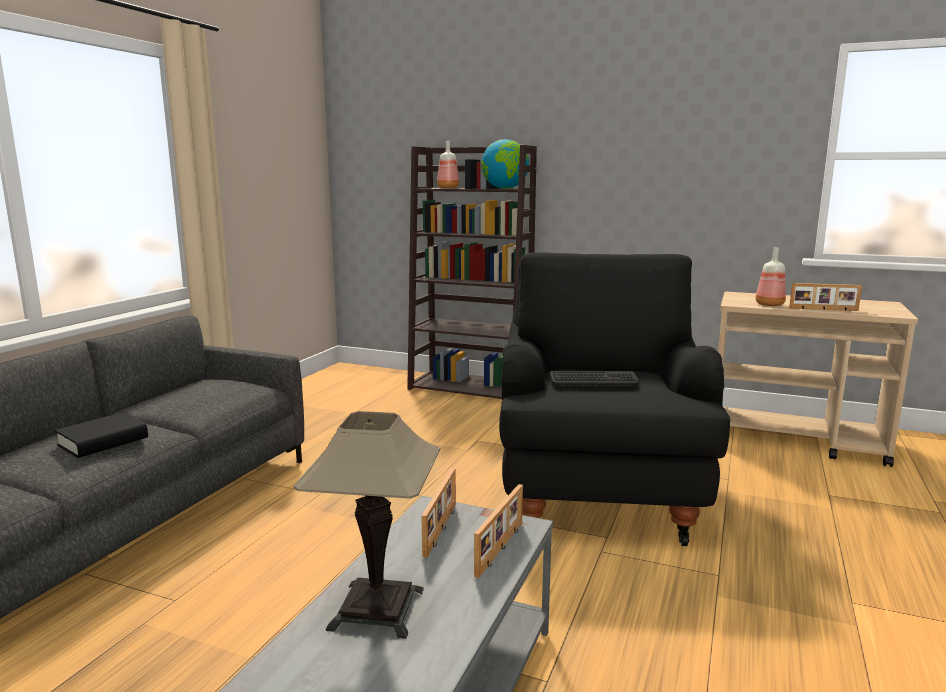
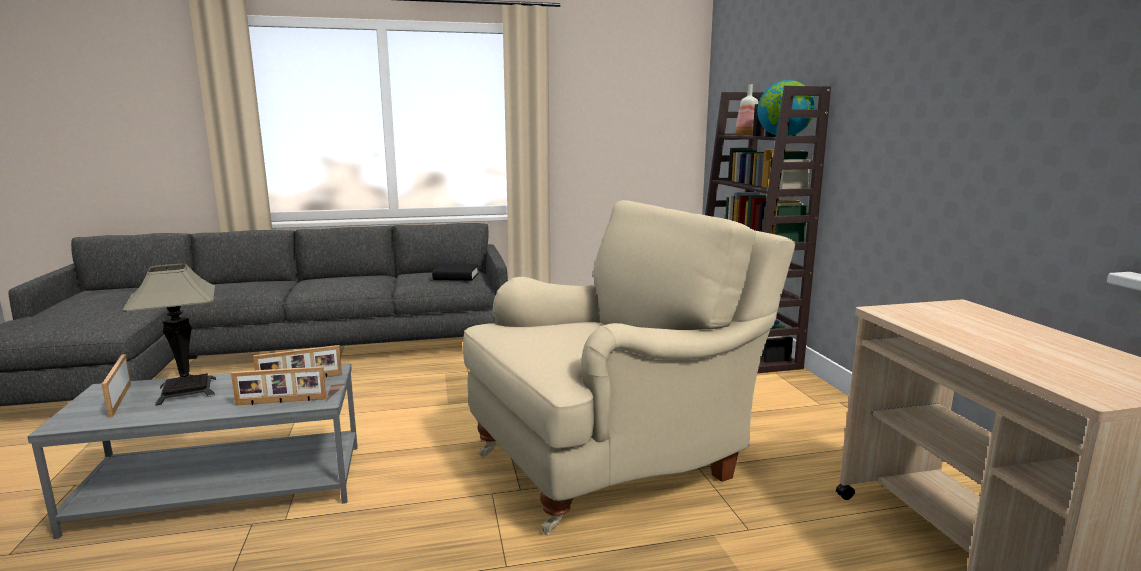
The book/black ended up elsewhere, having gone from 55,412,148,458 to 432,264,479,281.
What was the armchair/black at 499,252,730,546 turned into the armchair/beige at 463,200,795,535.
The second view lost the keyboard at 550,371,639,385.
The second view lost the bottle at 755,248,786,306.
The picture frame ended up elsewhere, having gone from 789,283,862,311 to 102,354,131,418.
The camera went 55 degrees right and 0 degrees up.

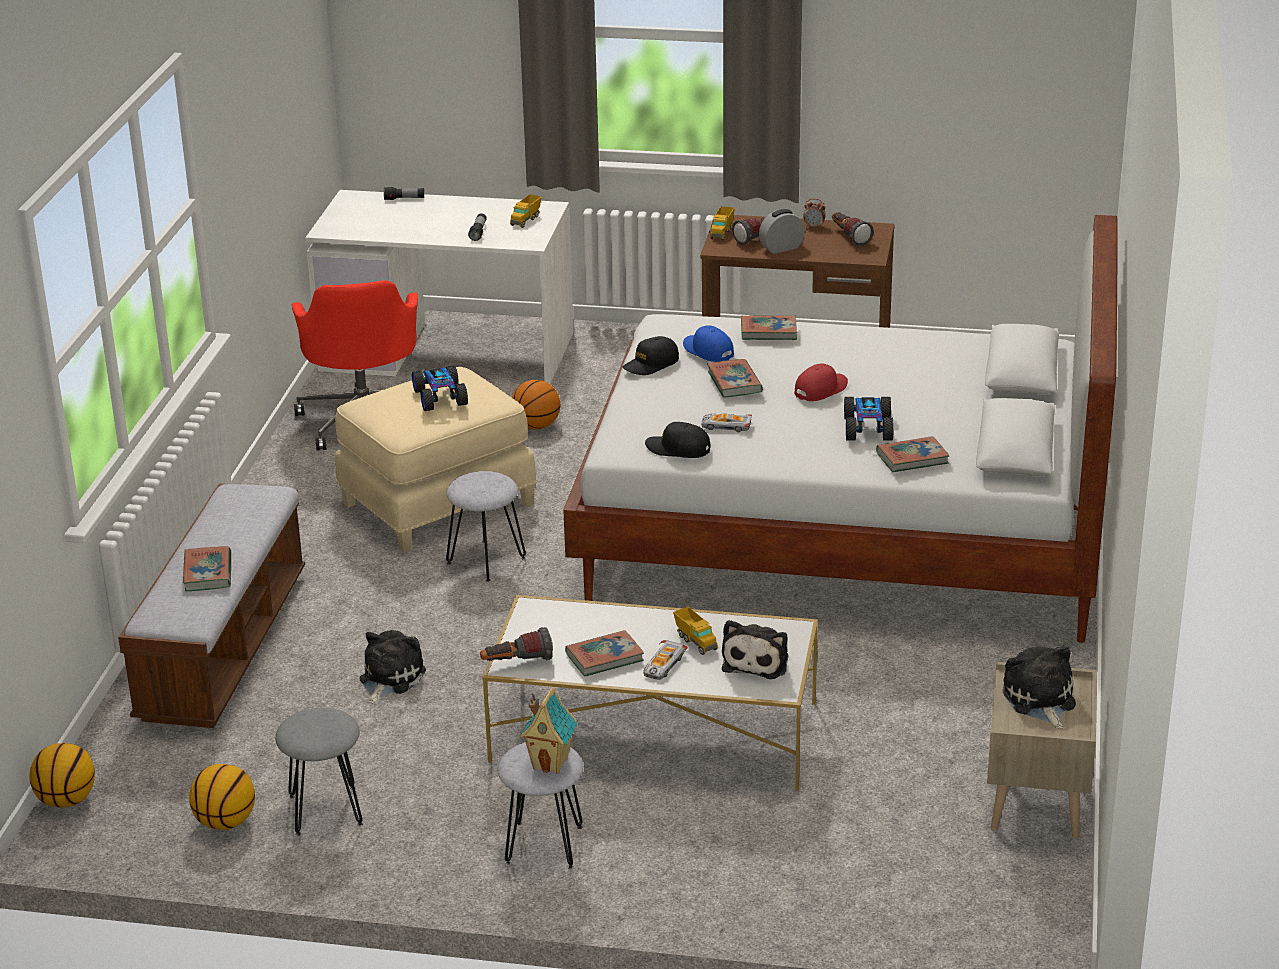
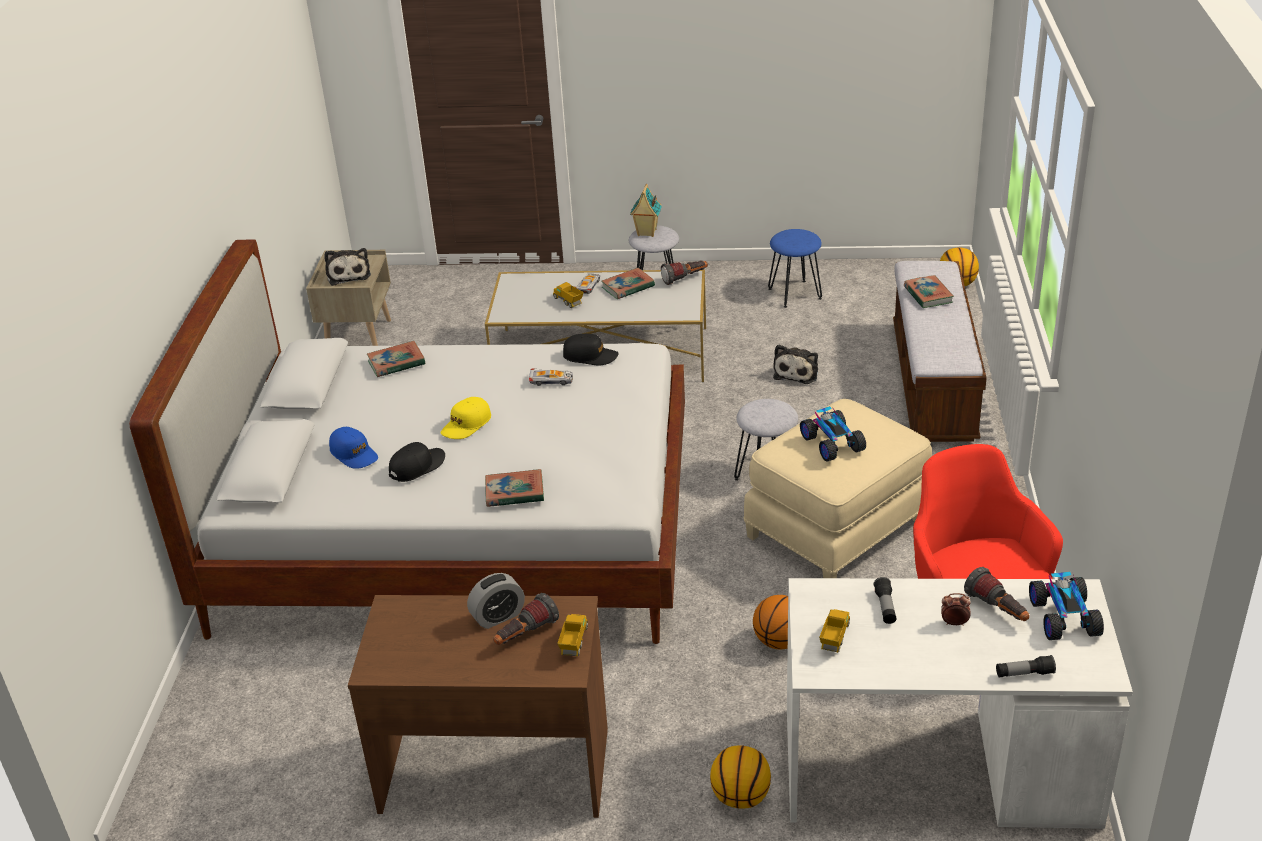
The basketball ended up elsewhere, having gone from 189,764,255,830 to 710,745,771,809.
What was the stool/grey at 275,708,363,836 turned into the stool/blue at 768,229,822,308.
The cap/black ended up elsewhere, having gone from 622,336,679,375 to 389,442,445,482.
The cap/blue ended up elsewhere, having gone from 683,325,734,362 to 329,427,378,469.
The second view lost the book at 707,359,763,398.
The second view lost the plush toy at 722,620,788,679.
What was the cap/red at 794,363,848,401 turned into the cap/yellow at 440,397,491,439.
The alarm clock ended up elsewhere, having gone from 803,198,826,228 to 941,593,971,626.
The flashlight ended up elsewhere, having gone from 832,212,874,246 to 964,567,1030,621.
The toy car ended up elsewhere, having gone from 844,397,893,441 to 1029,572,1104,640.
The camera went 175 degrees right and 5 degrees up.

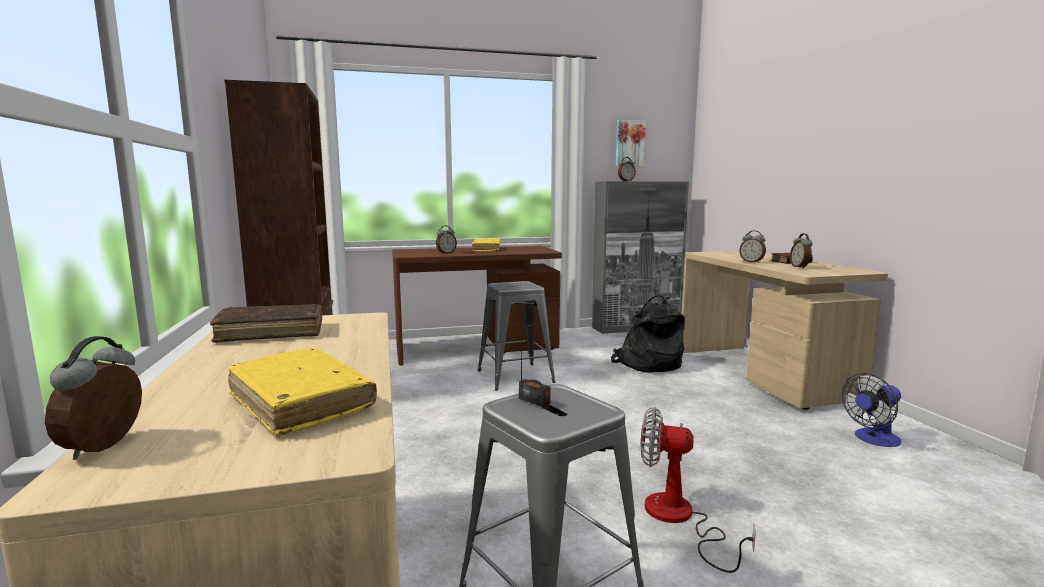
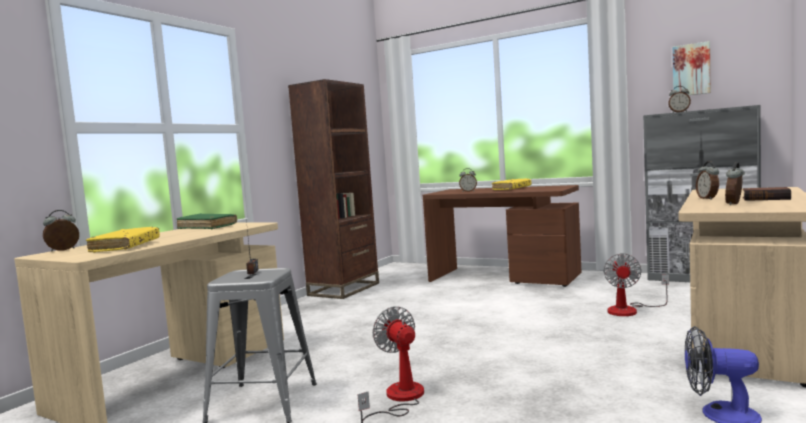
What was the book/brown at 210,304,322,343 turned into the book/green at 176,213,237,229.
The second view lost the stool/grey at 478,281,556,391.
Where the backpack/black stood at 611,295,685,373, the fan came to stand at 604,253,669,316.
The camera went 45 degrees right and 5 degrees down.

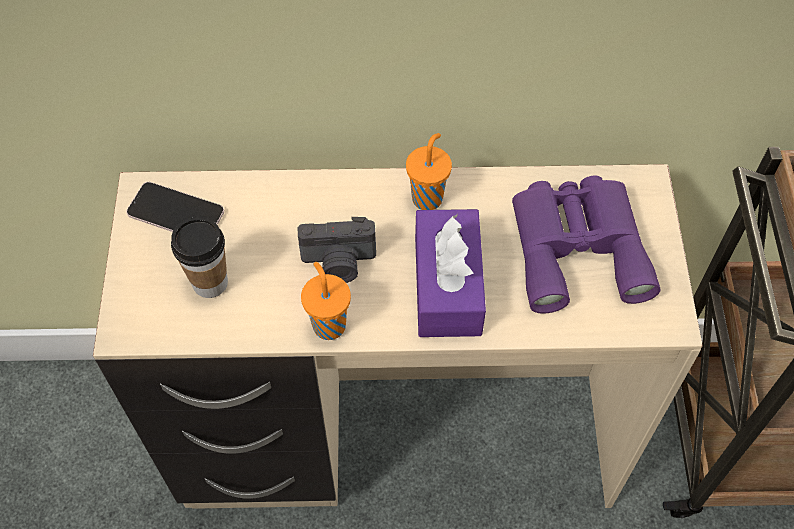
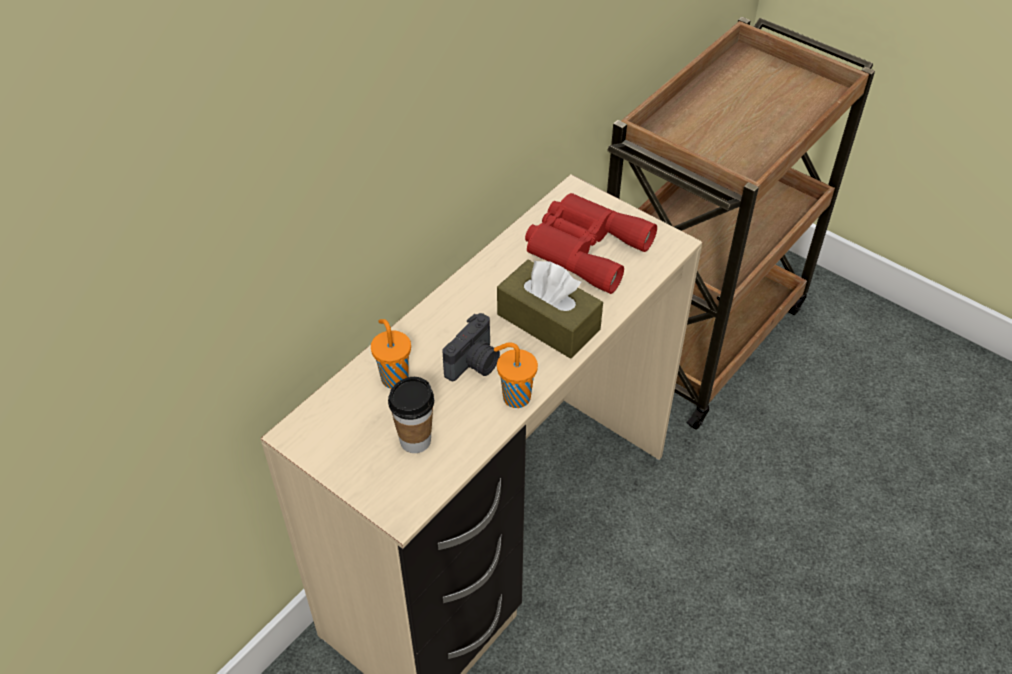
The second view lost the phone at 126,182,224,232.
The cup/orange ended up elsewhere, having gone from 406,133,452,210 to 371,319,411,389.
What was the tissue box/purple at 415,209,486,337 turned into the tissue box/brown at 497,260,603,358.
What was the binoculars/purple at 512,175,661,314 turned into the binoculars/red at 525,193,657,294.
The camera went 50 degrees left and 10 degrees down.

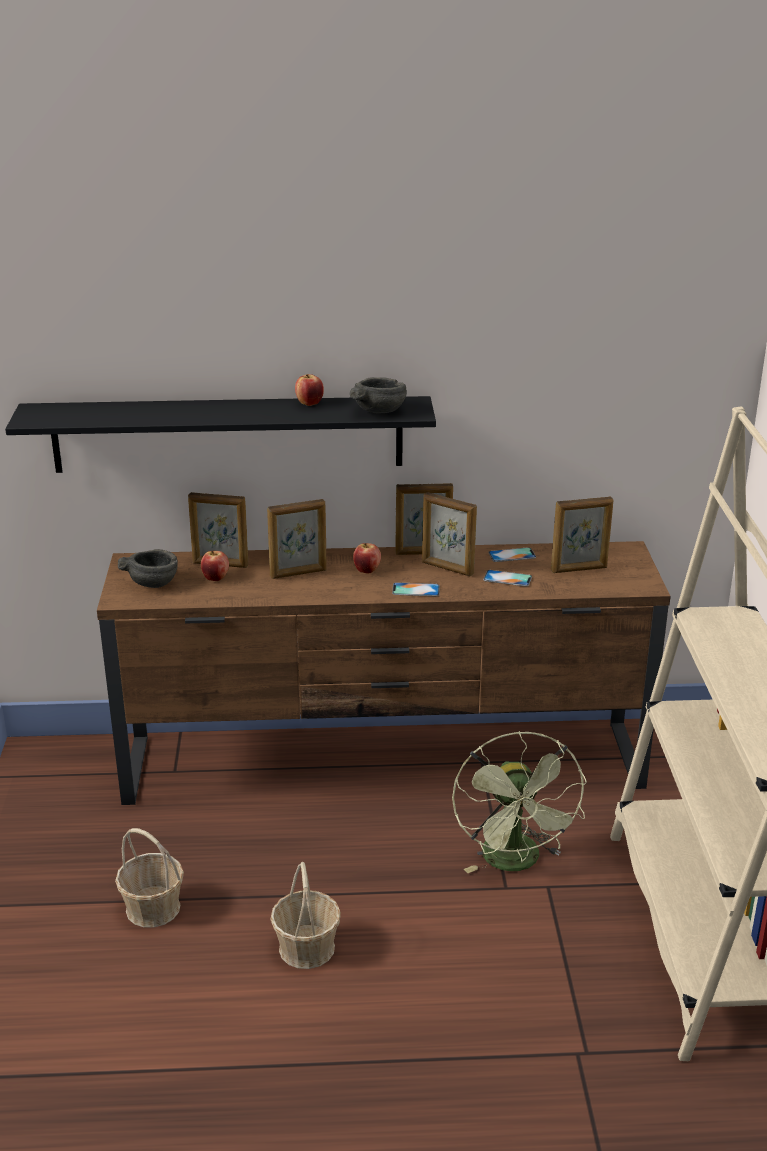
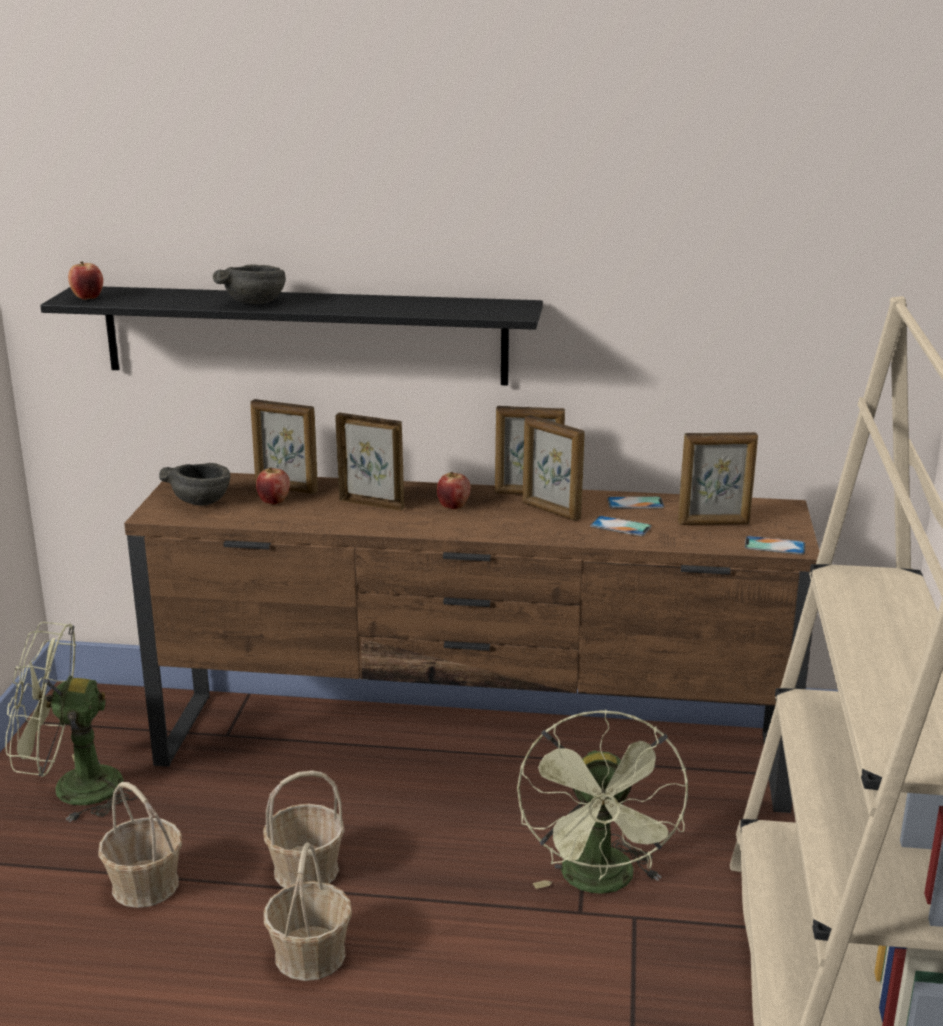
The picture frame at 267,499,327,579 ended up facing another way, 150 degrees counterclockwise from before.
The apple ended up elsewhere, having gone from 295,374,324,406 to 68,261,103,300.
The bowl/grey ended up elsewhere, having gone from 350,377,407,413 to 213,264,286,304.
The phone ended up elsewhere, having gone from 392,582,440,596 to 745,536,806,555.
The second view gained the fan/green at 5,622,138,822.
The second view gained the basket at 263,770,344,888.
The camera went 10 degrees right and 5 degrees down.

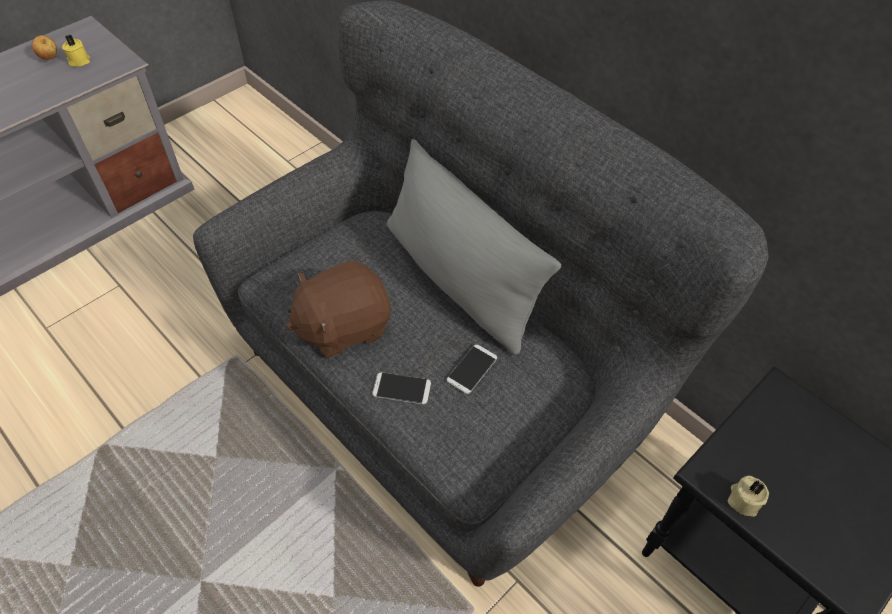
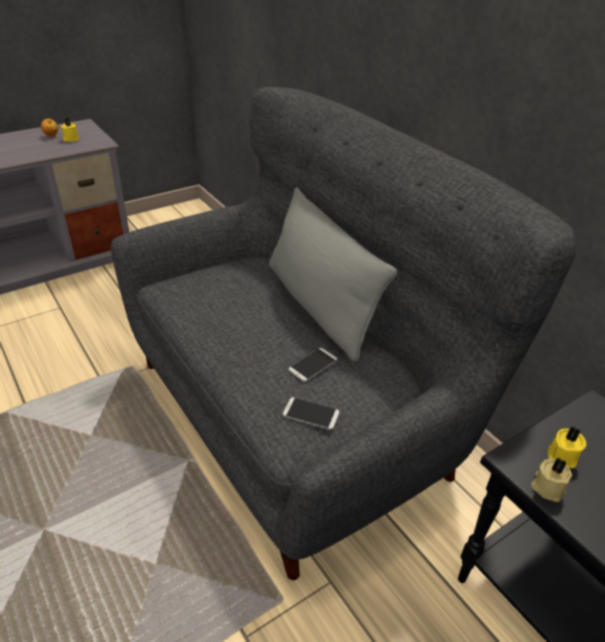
The second view lost the plush toy/brown at 286,261,391,358.
The phone ended up elsewhere, having gone from 372,372,431,404 to 283,397,340,430.
The second view gained the candle/yellow at 548,426,587,468.
The camera went 10 degrees right and 15 degrees down.

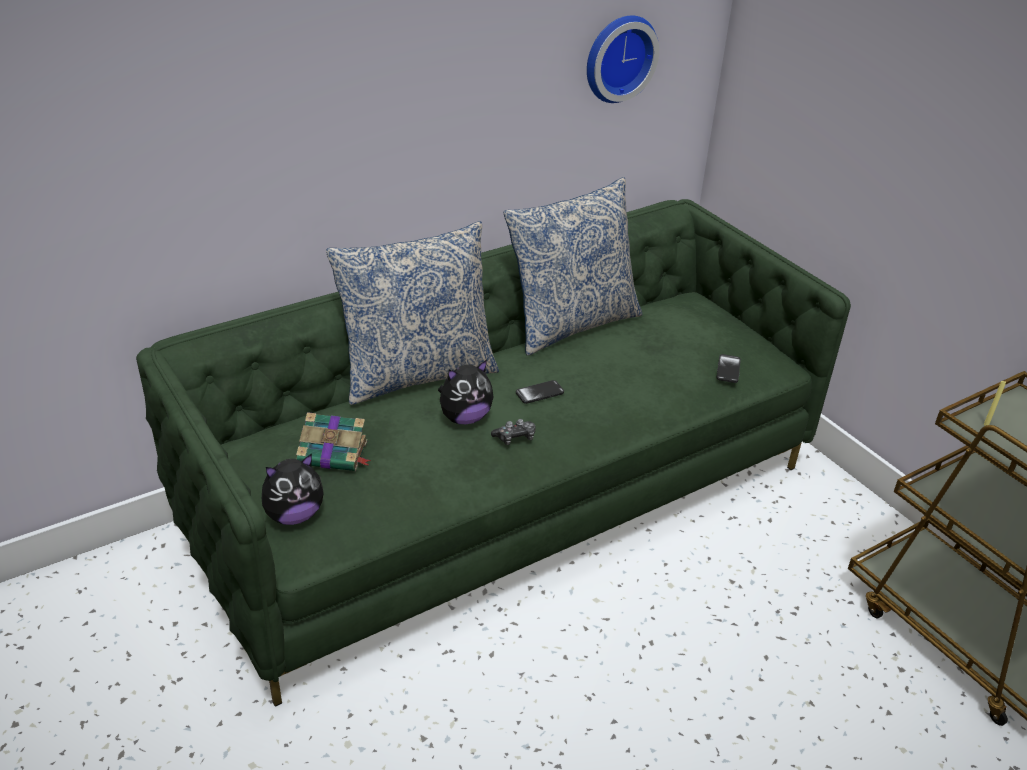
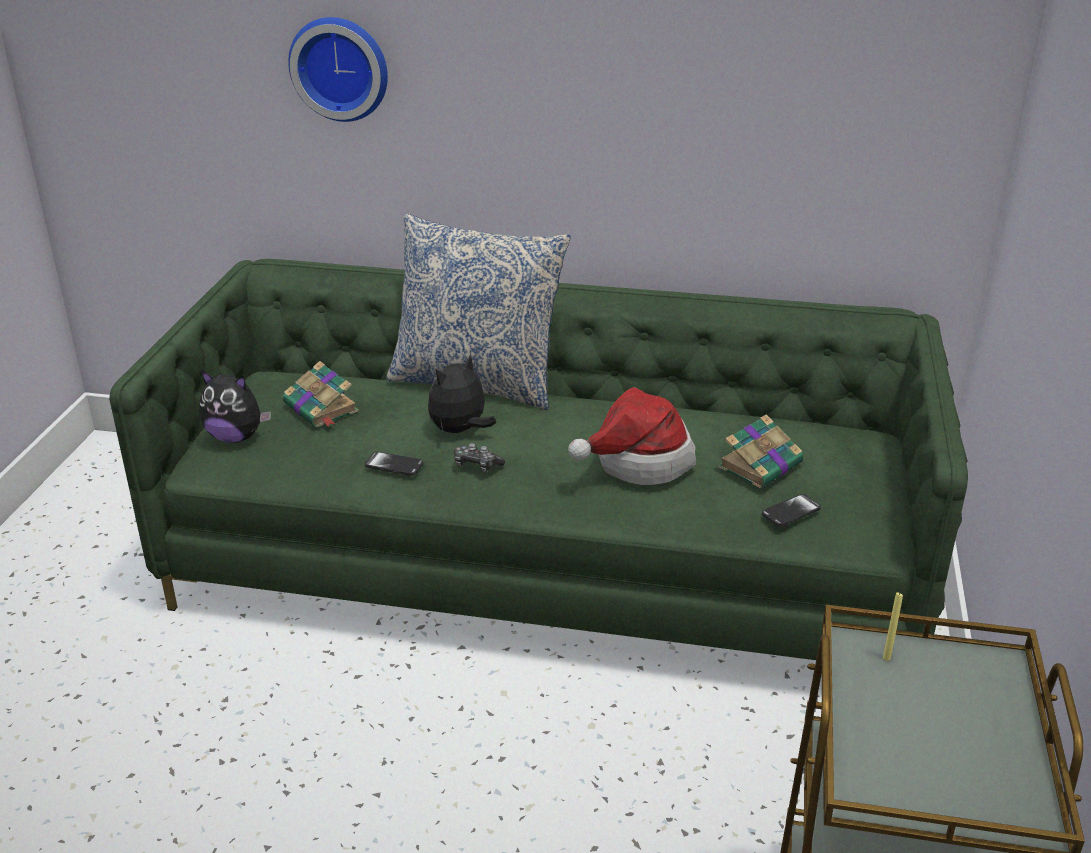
The plush toy at 438,360,494,424 ended up facing another way, 120 degrees clockwise from before.
The second view lost the pillow at 503,177,643,356.
The phone ended up elsewhere, having gone from 516,380,564,404 to 365,451,423,476.
The wall clock ended up elsewhere, having gone from 587,16,659,103 to 288,17,388,122.
The second view gained the hat at 568,387,696,485.
The second view gained the book at 718,414,803,488.
The camera went 45 degrees right and 5 degrees down.

